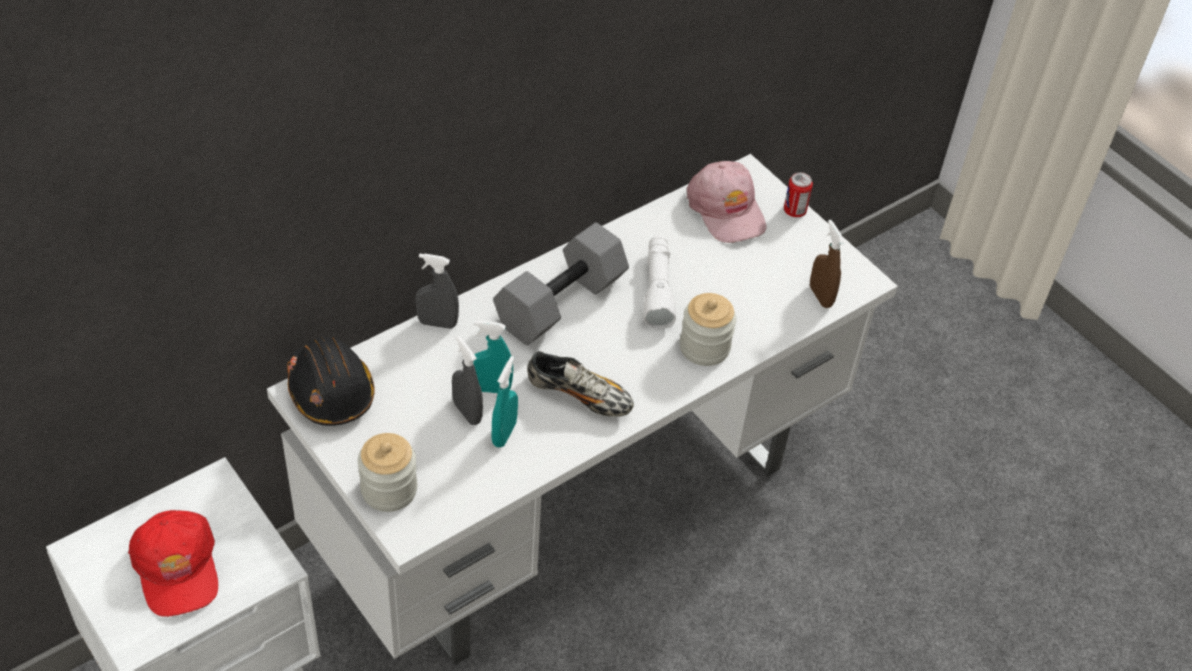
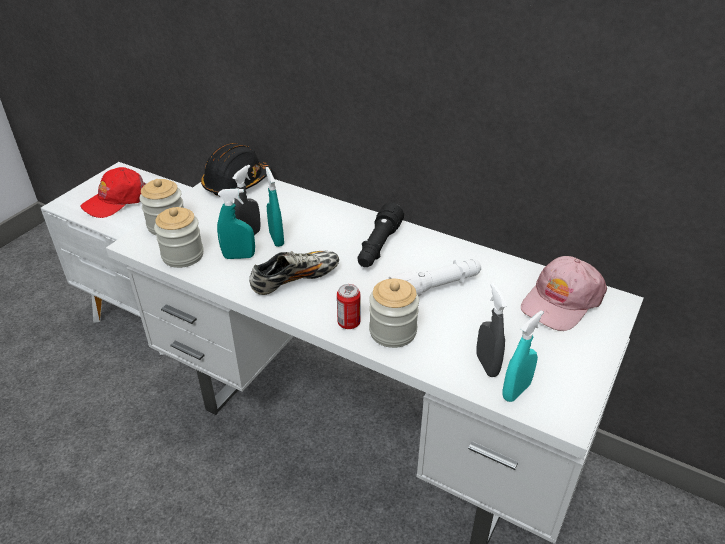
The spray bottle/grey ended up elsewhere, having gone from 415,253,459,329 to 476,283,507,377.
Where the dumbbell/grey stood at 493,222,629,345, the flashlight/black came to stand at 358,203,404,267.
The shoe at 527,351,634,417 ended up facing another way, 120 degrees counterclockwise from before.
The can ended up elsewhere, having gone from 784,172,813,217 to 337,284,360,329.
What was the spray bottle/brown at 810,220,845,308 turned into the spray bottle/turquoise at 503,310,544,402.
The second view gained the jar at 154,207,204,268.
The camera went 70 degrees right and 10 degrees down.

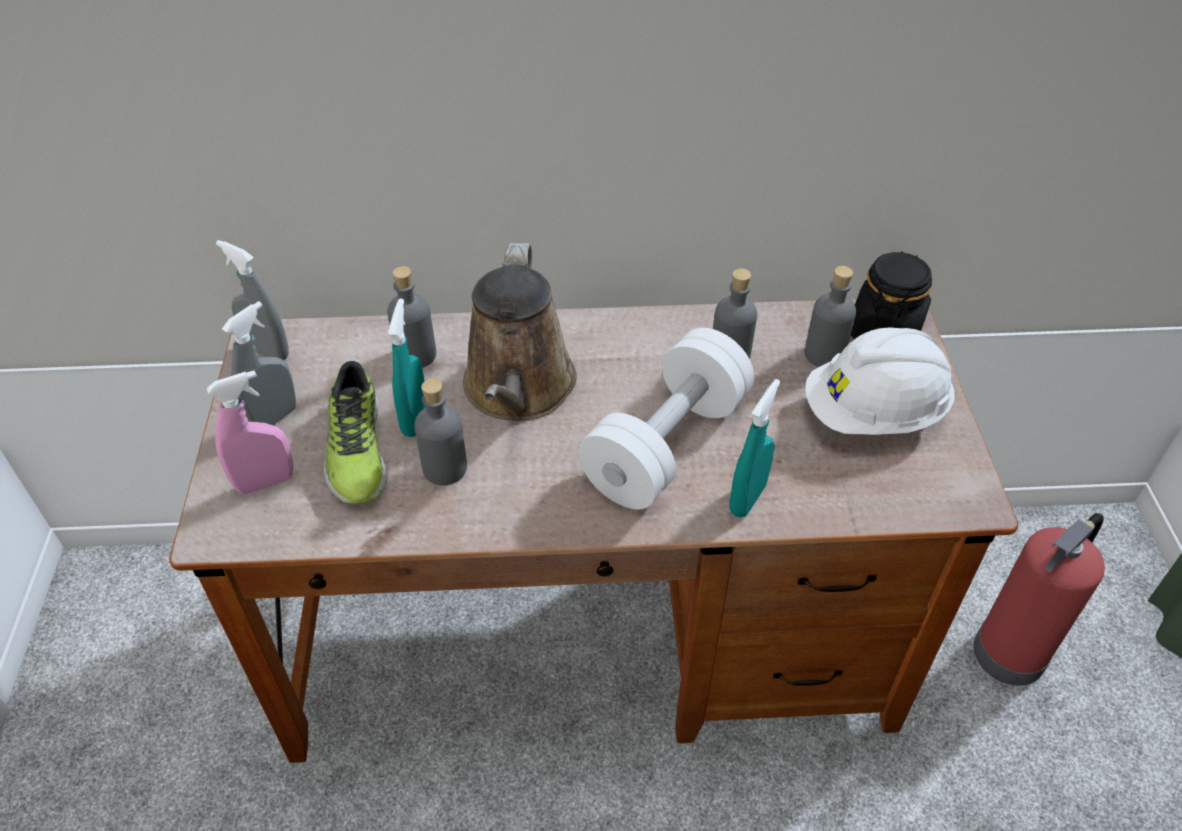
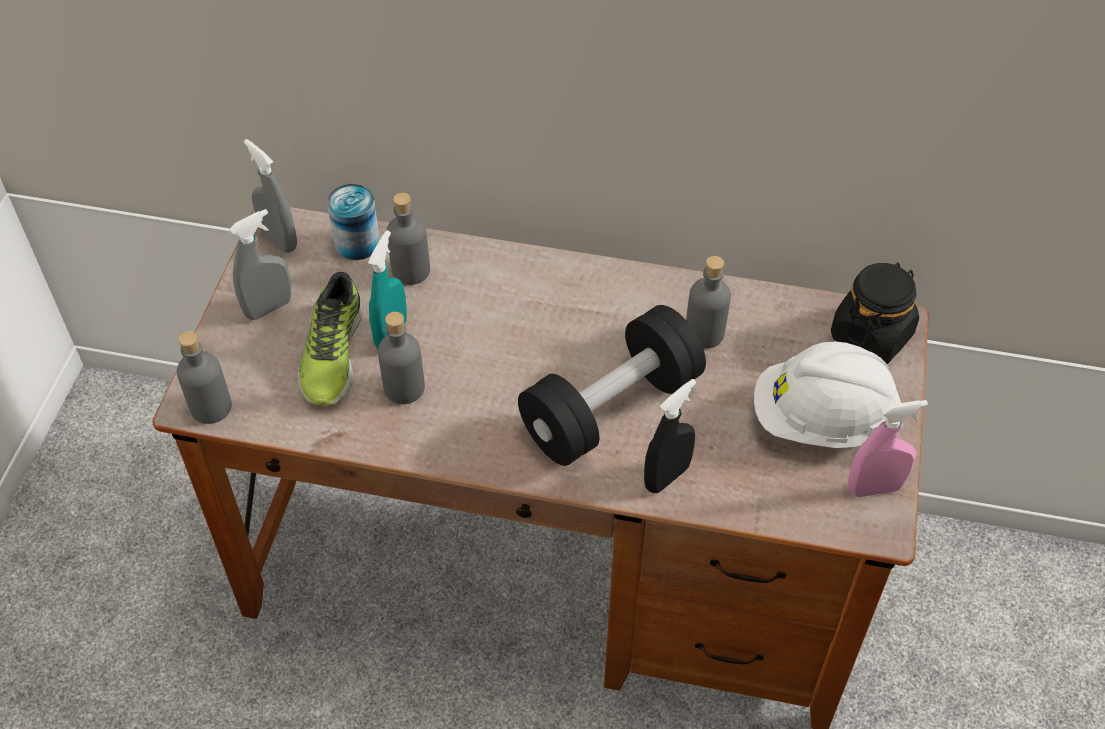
The spray bottle/pink ended up elsewhere, having gone from 207,370,294,494 to 848,400,928,497.
The second view lost the watering can/brown at 463,243,576,421.
What was the dumbbell/white at 578,328,754,509 turned into the dumbbell/black at 518,305,706,466.
What was the spray bottle/turquoise at 729,379,780,517 turned into the spray bottle/black at 644,379,696,493.
The bottle/grey ended up elsewhere, having gone from 805,266,856,367 to 177,331,232,424.
The second view lost the fire extinguisher at 974,513,1105,686.
The second view gained the can at 327,184,380,260.
The camera went 15 degrees right and 5 degrees up.

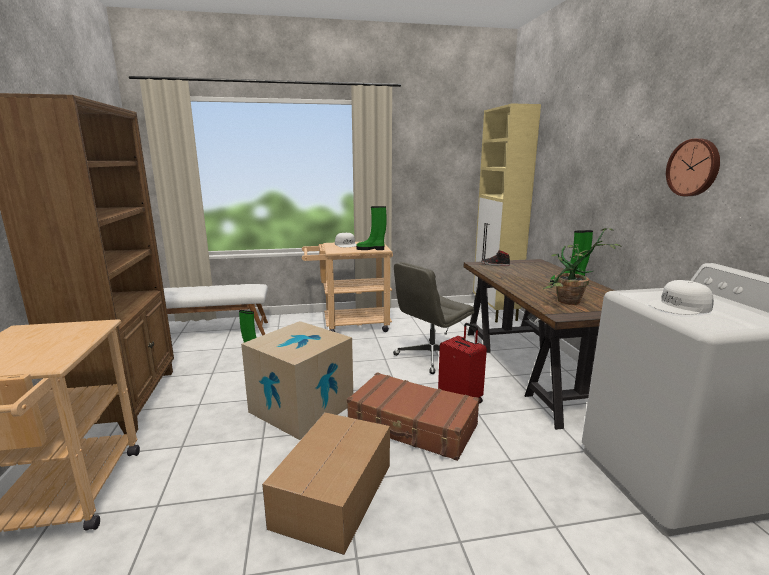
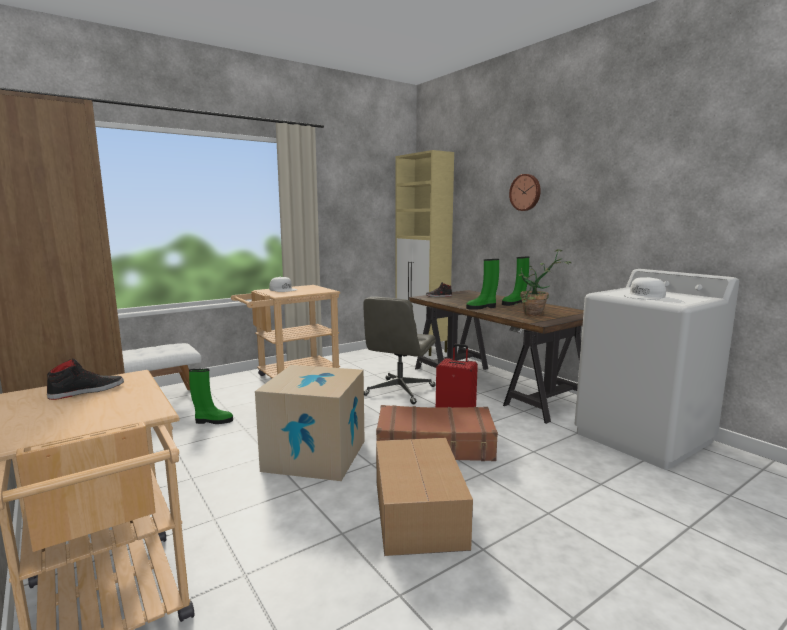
The boot/green ended up elsewhere, having gone from 356,206,387,250 to 466,259,499,310.
The wall clock ended up elsewhere, having gone from 666,138,720,196 to 509,174,541,211.
The second view gained the shoe/black at 47,358,124,400.
The camera went 25 degrees left and 5 degrees down.

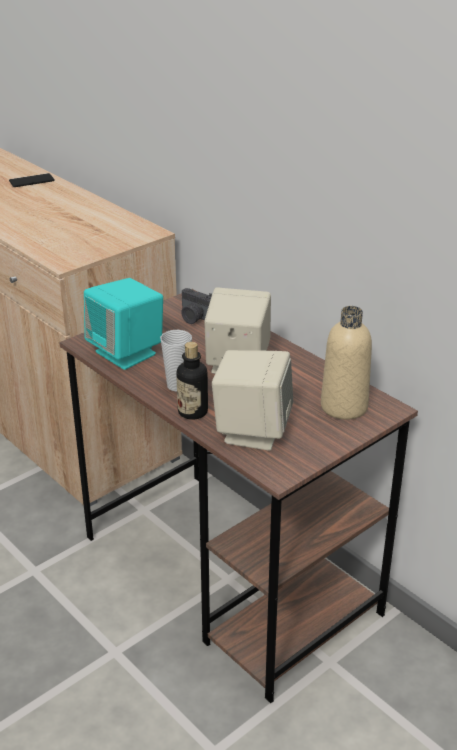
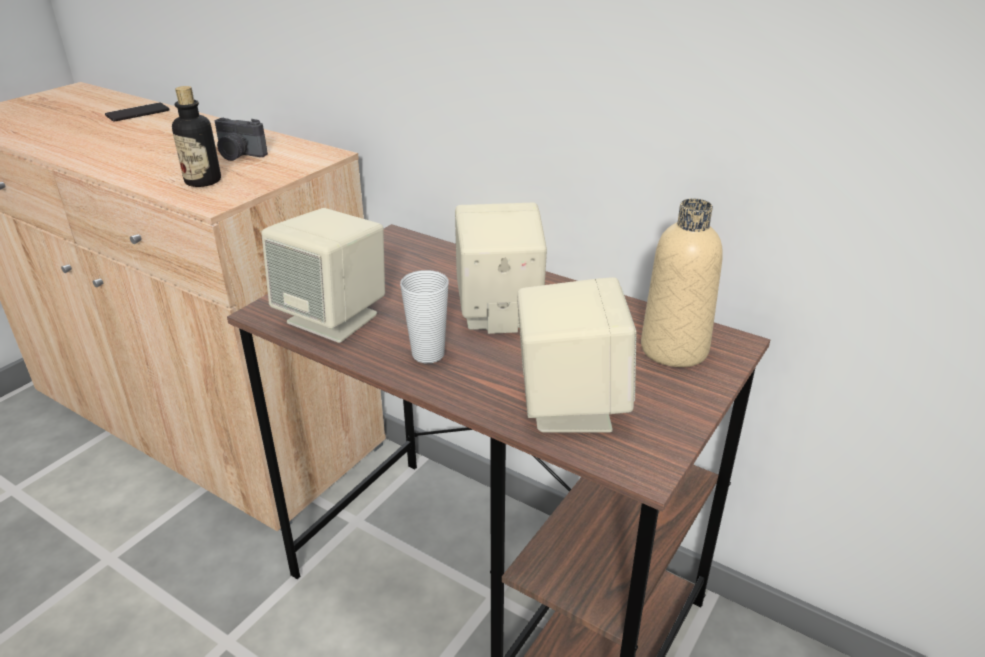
What was the speaker/turquoise at 84,278,163,370 turned into the speaker/beige at 261,208,385,343.
The bottle ended up elsewhere, having gone from 176,342,208,420 to 172,86,221,187.
The photo camera ended up elsewhere, having gone from 181,288,212,324 to 215,118,268,161.
The camera went 15 degrees left and 0 degrees up.

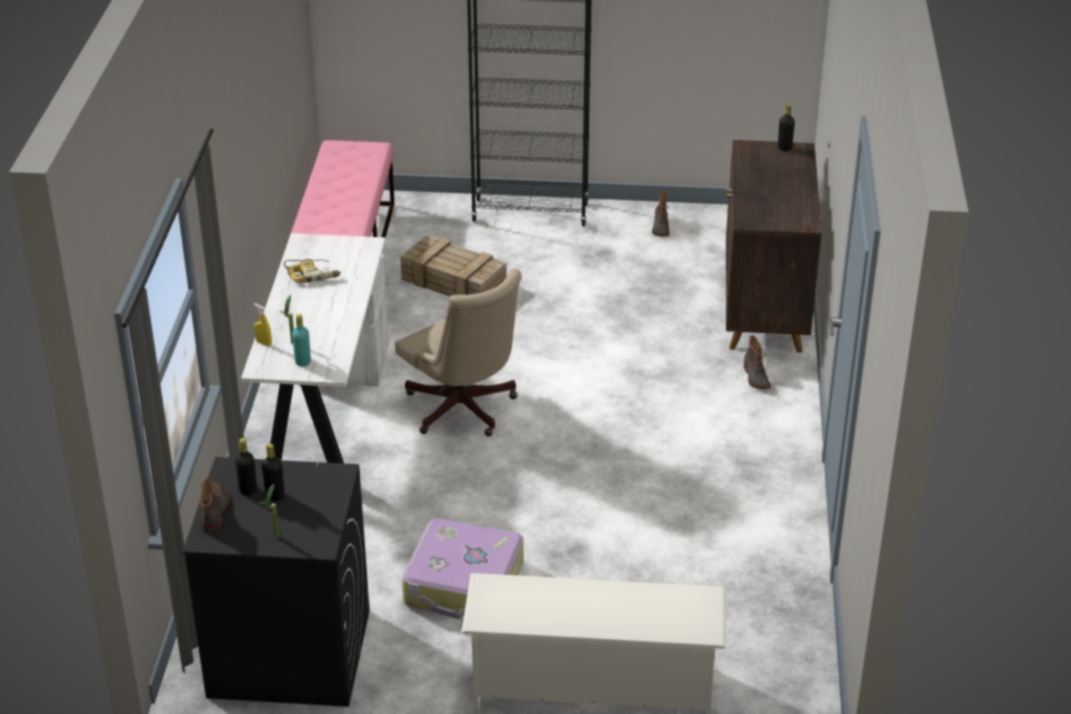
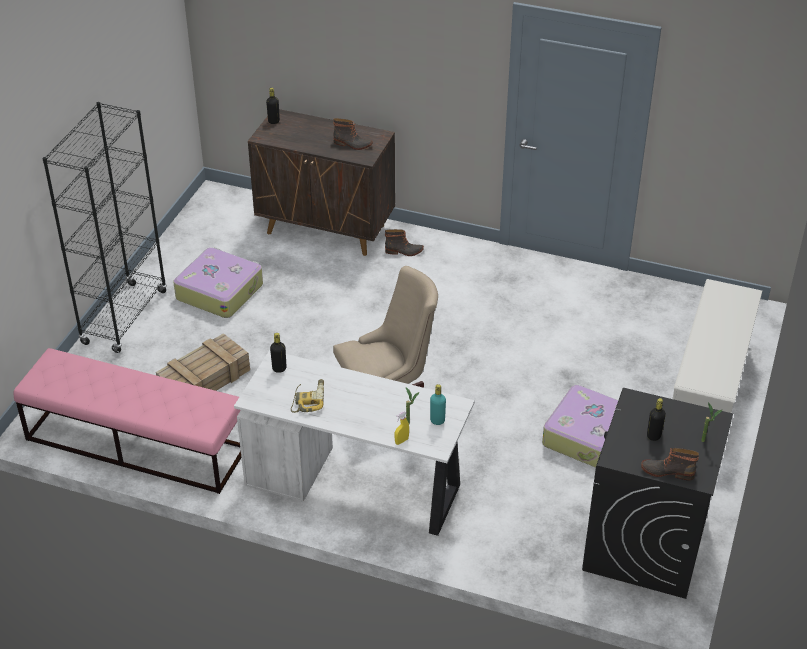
The bottle/black ended up elsewhere, having gone from 235,438,257,496 to 270,333,286,373.
The boot ended up elsewhere, having gone from 652,190,670,237 to 333,118,373,150.
The second view gained the suitcase at 173,247,263,318.
The camera went 75 degrees left and 5 degrees up.

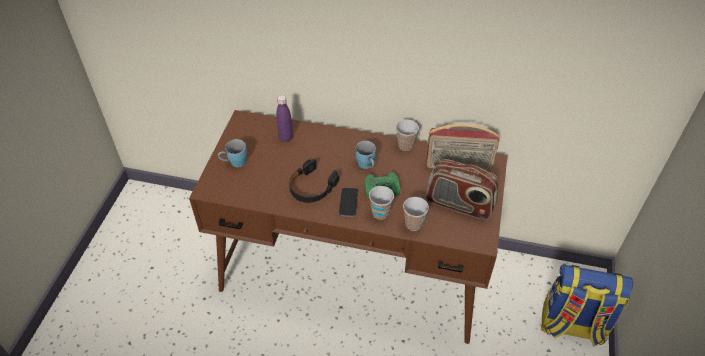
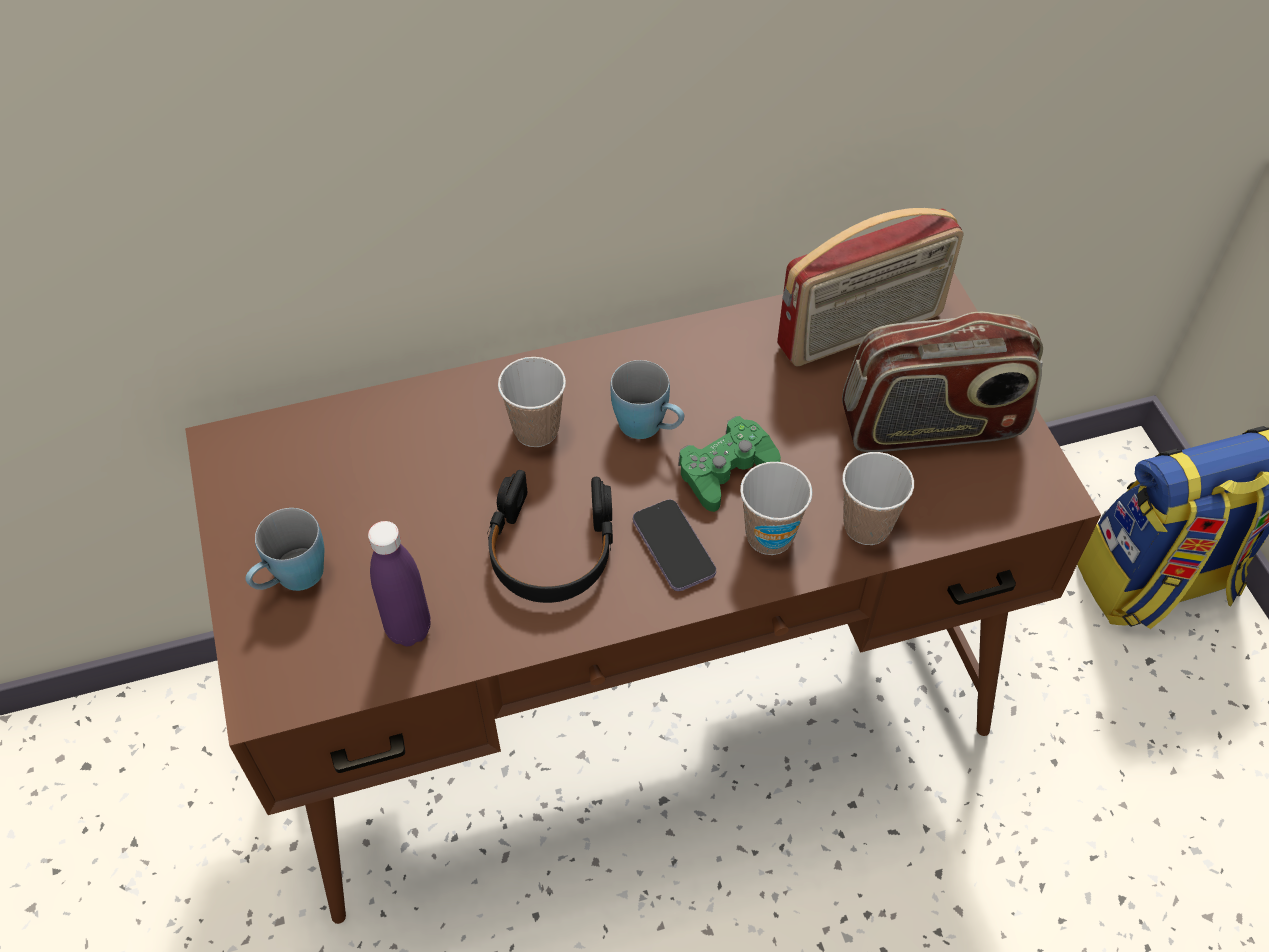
The bottle/purple ended up elsewhere, having gone from 276,95,293,142 to 368,521,431,646.
The cup ended up elsewhere, having gone from 396,119,419,151 to 498,357,566,447.
The camera went 30 degrees left and 5 degrees up.

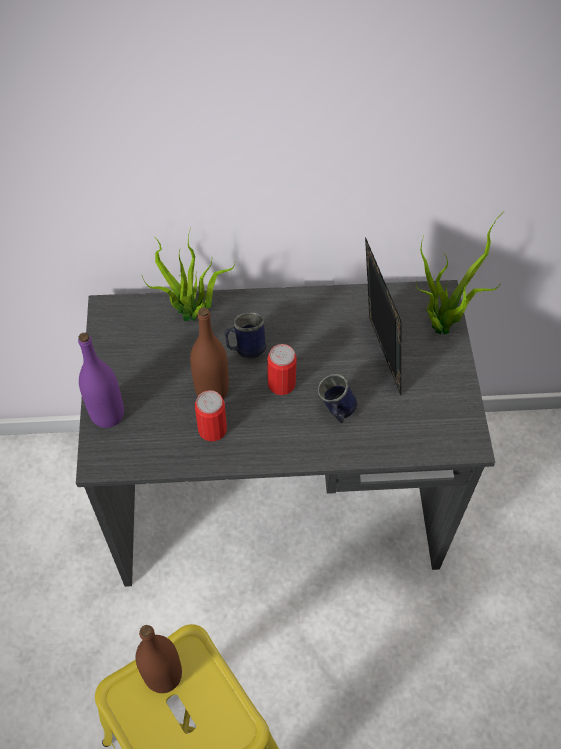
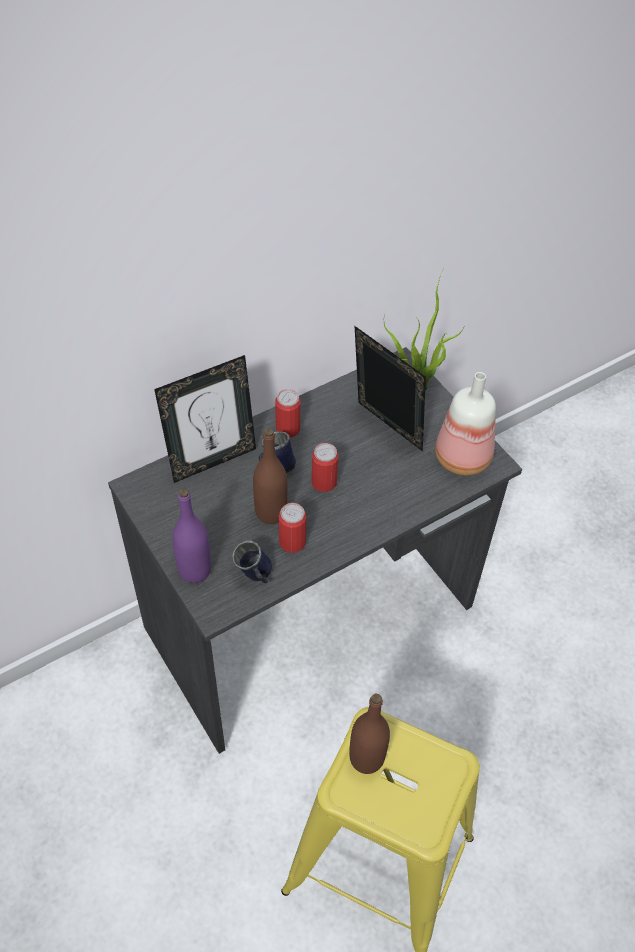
Where the potted plant stood at 142,227,235,321, the picture frame came to stand at 154,355,256,483.
The mug/blue ended up elsewhere, having gone from 318,374,358,423 to 232,540,272,584.
The second view gained the can at 275,389,301,437.
The second view gained the bottle at 435,372,496,475.
The camera went 30 degrees left and 5 degrees down.

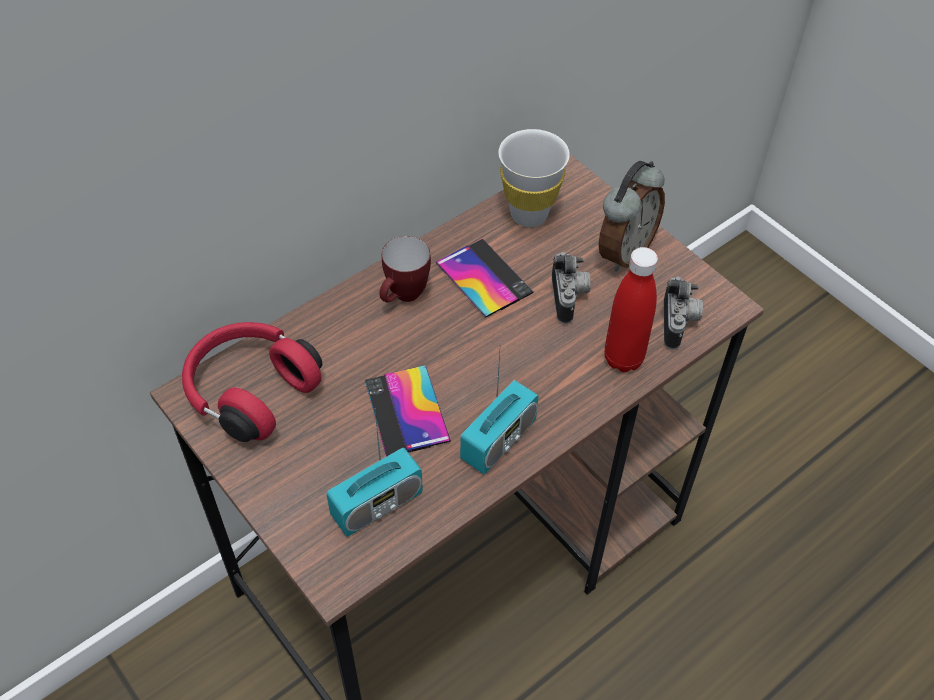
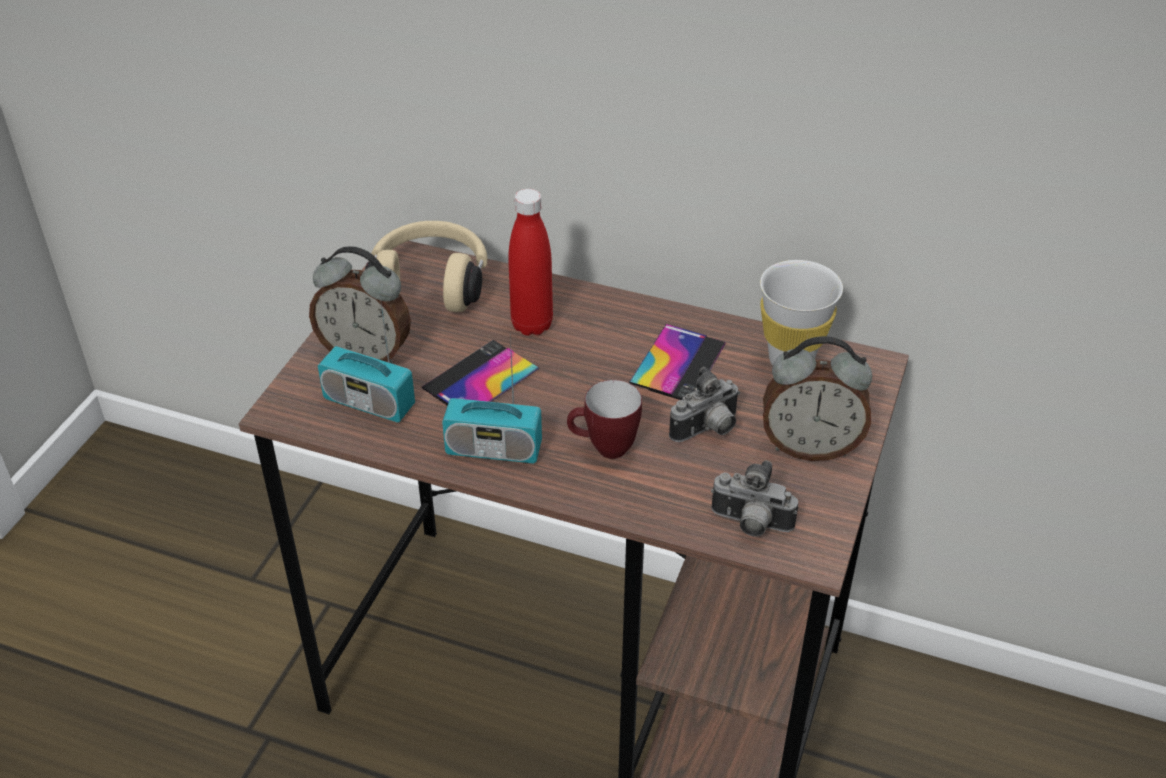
What was the headphones/red at 182,322,322,442 turned into the headphones/beige at 365,221,487,312.
The mug ended up elsewhere, having gone from 379,236,431,303 to 567,380,642,459.
The bottle/red ended up elsewhere, having gone from 604,247,658,372 to 508,189,553,336.
The photo camera at 664,277,703,350 ended up facing another way, 45 degrees clockwise from before.
The second view gained the alarm clock at 309,246,411,364.
The camera went 60 degrees right and 10 degrees down.

